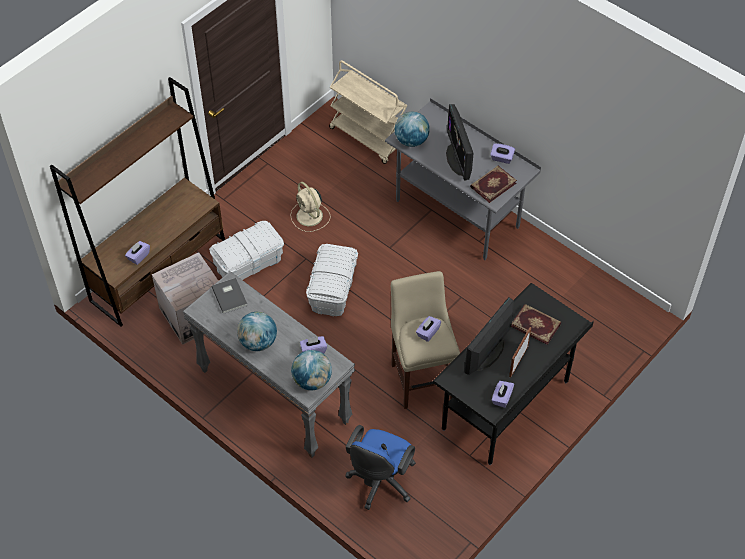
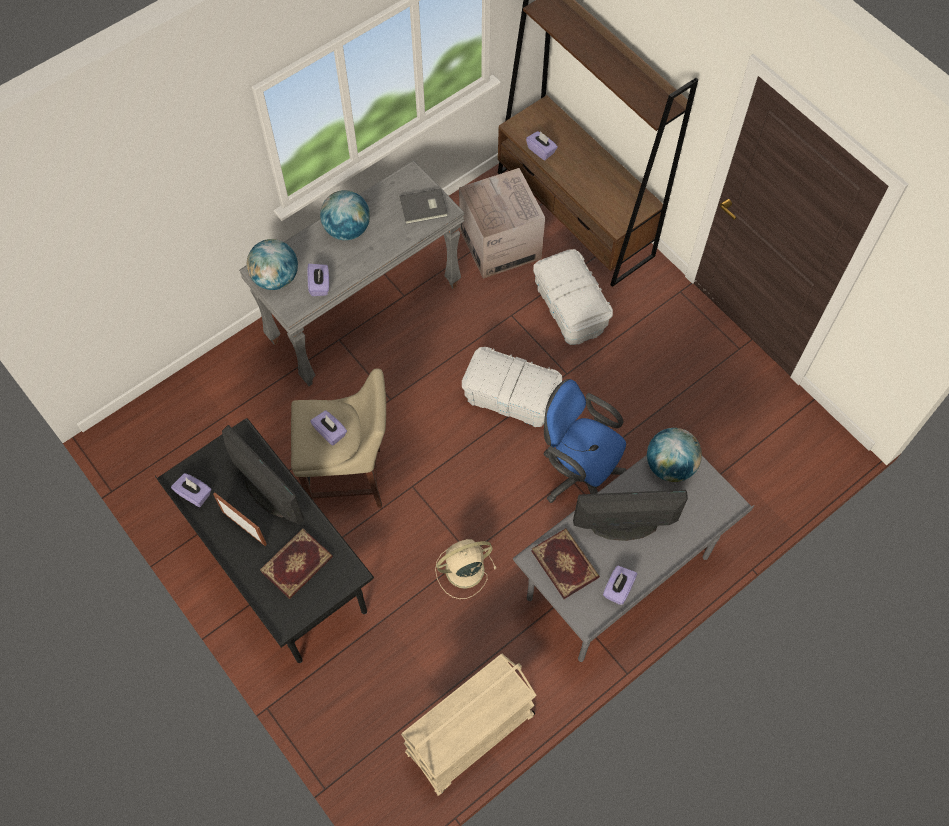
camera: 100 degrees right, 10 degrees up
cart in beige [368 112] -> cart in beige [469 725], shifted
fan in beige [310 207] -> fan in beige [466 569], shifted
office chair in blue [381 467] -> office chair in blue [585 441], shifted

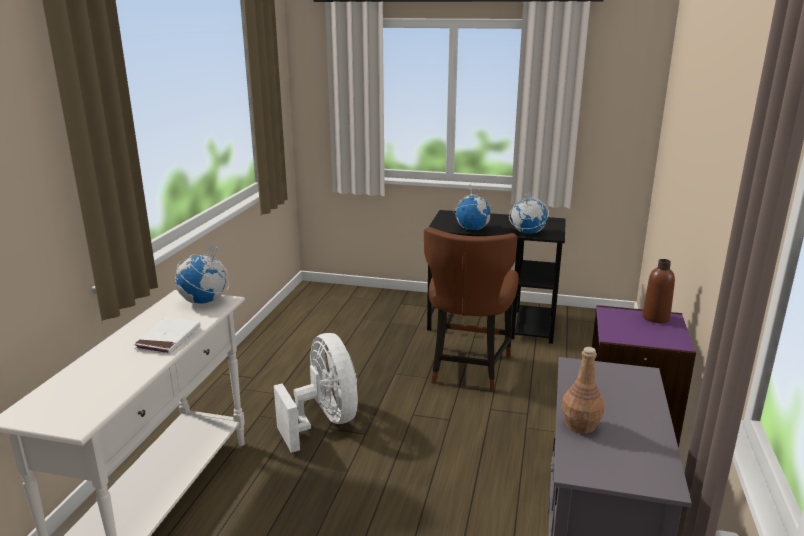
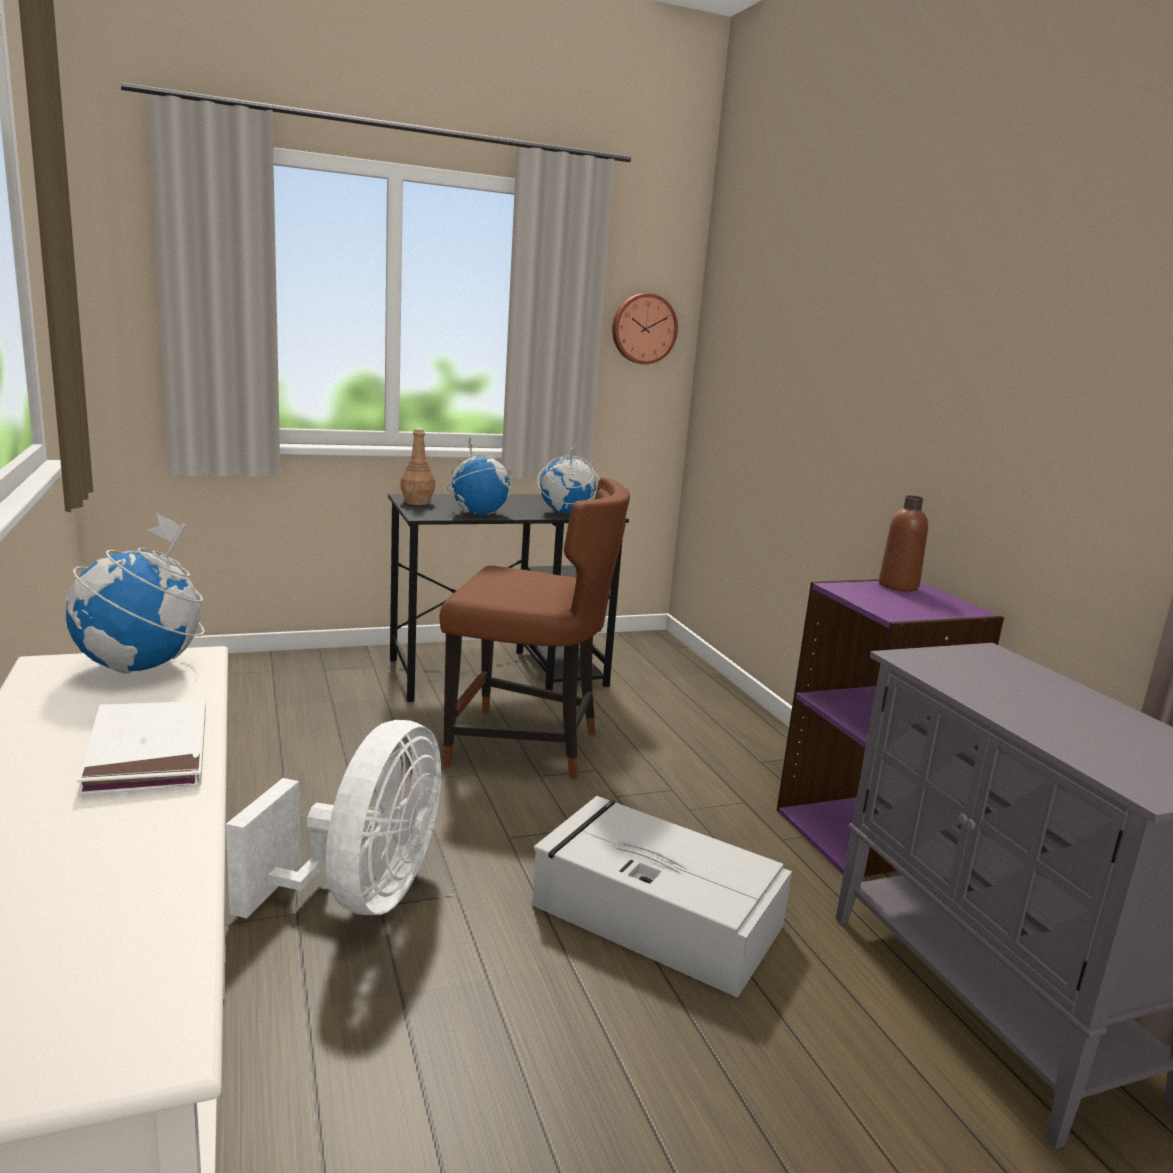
camera: 35 degrees left, 5 degrees down
fan in white [316 393] -> fan in white [333 819], 75 degrees clockwise
bottle in brown [583 390] -> bottle in brown [417 466], shifted
chair in brown [471 309] -> chair in brown [535 628], 60 degrees counterclockwise
none -> storage box in grey [662 897]
none -> wall clock [645 328]

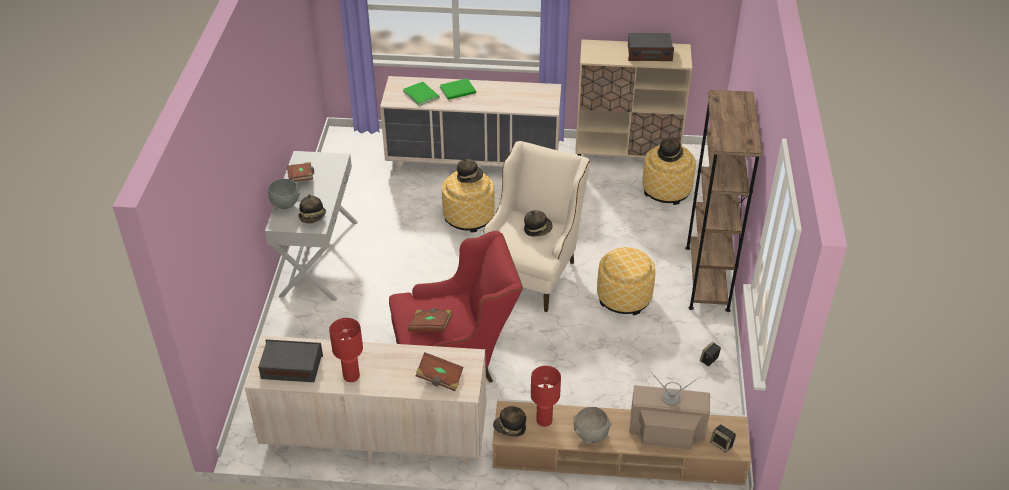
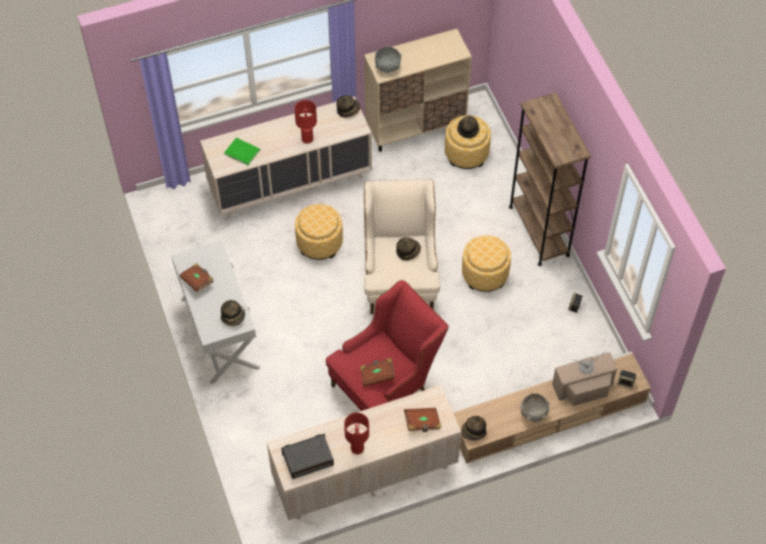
camera: 25 degrees left, 15 degrees up
table lamp in red [546 396] -> table lamp in red [305 122], shifted
hat [470 171] -> hat [348 106], shifted
bowl in grey [283 194] -> bowl in grey [388 60], shifted
book in green [458 89] -> none
radio [651 47] -> none

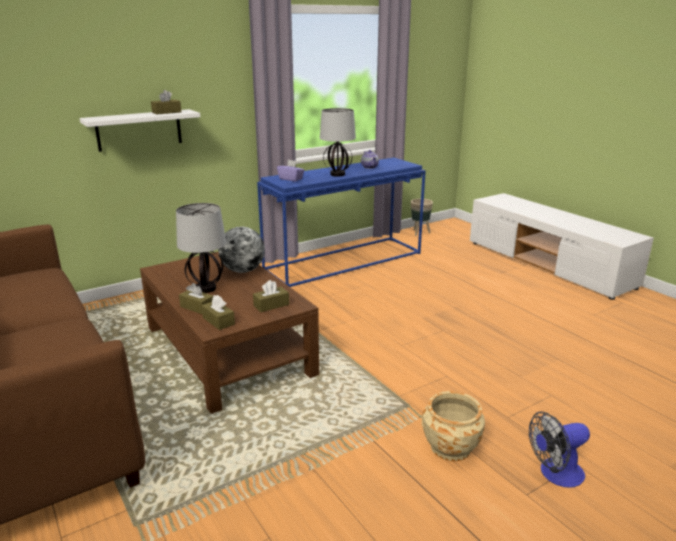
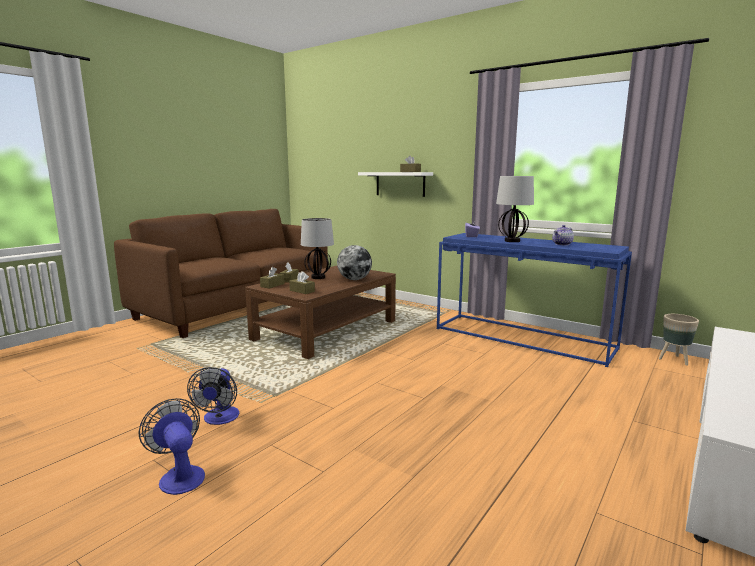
camera: 70 degrees right, 10 degrees down
planter in beige [453 426] -> fan [213 396]

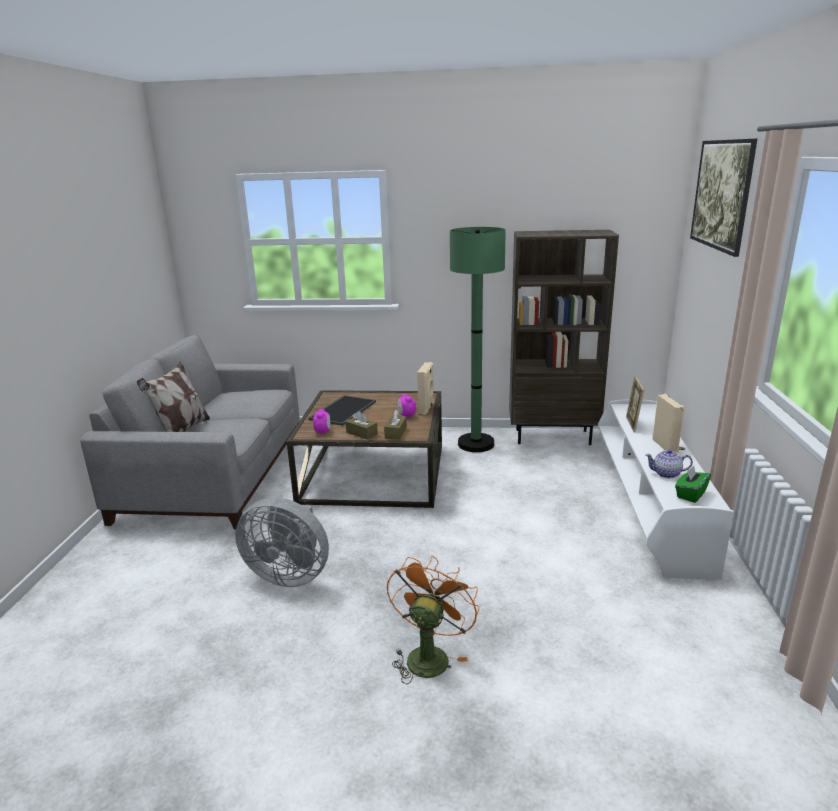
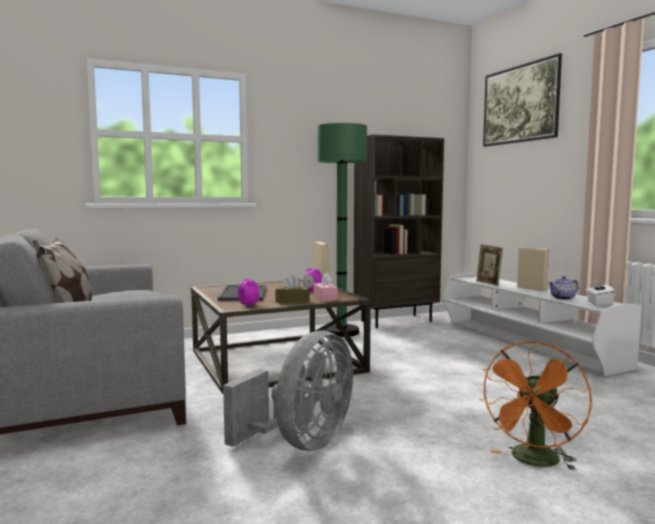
camera: 30 degrees left, 15 degrees down
fan in grey [282 542] -> fan in grey [288 391], 45 degrees counterclockwise
tissue box in brown [395 425] -> tissue box in pink [326 286]
fan in orange [433 620] -> fan in orange [535 406], 135 degrees counterclockwise
tissue box in green [693 484] -> tissue box in white [600 293]

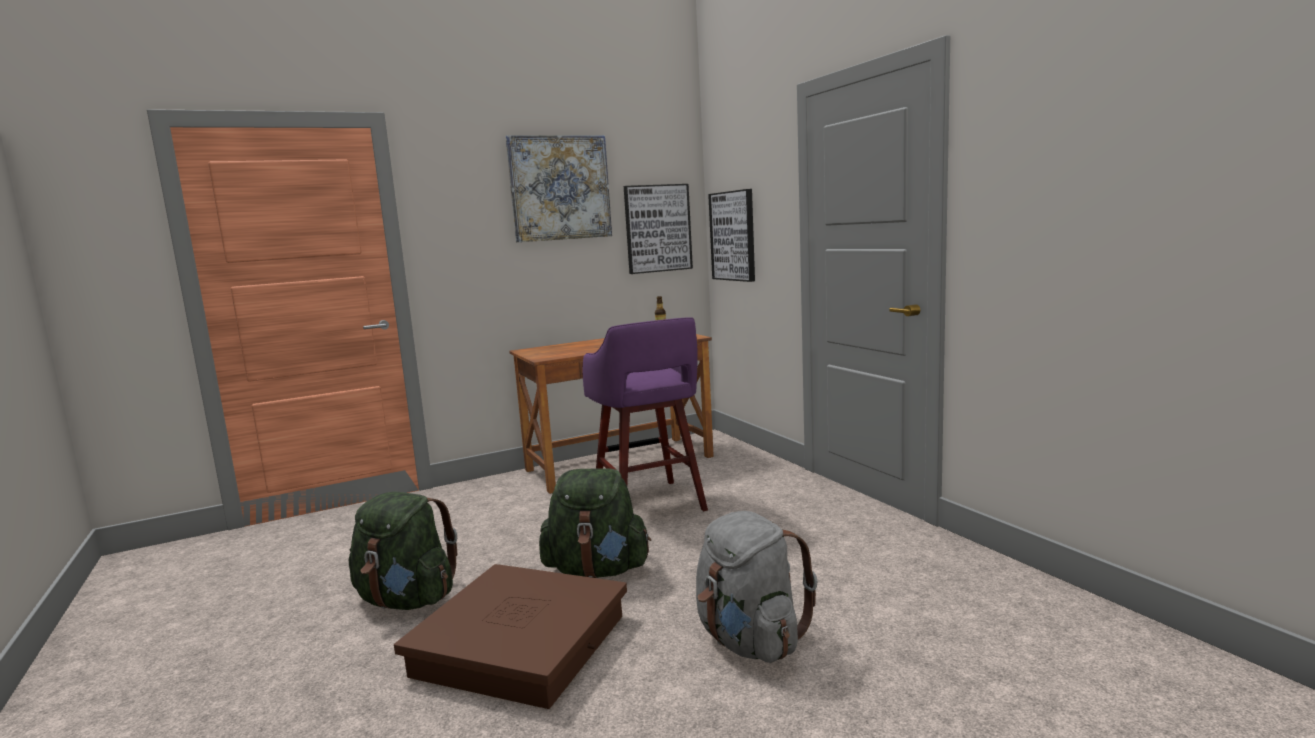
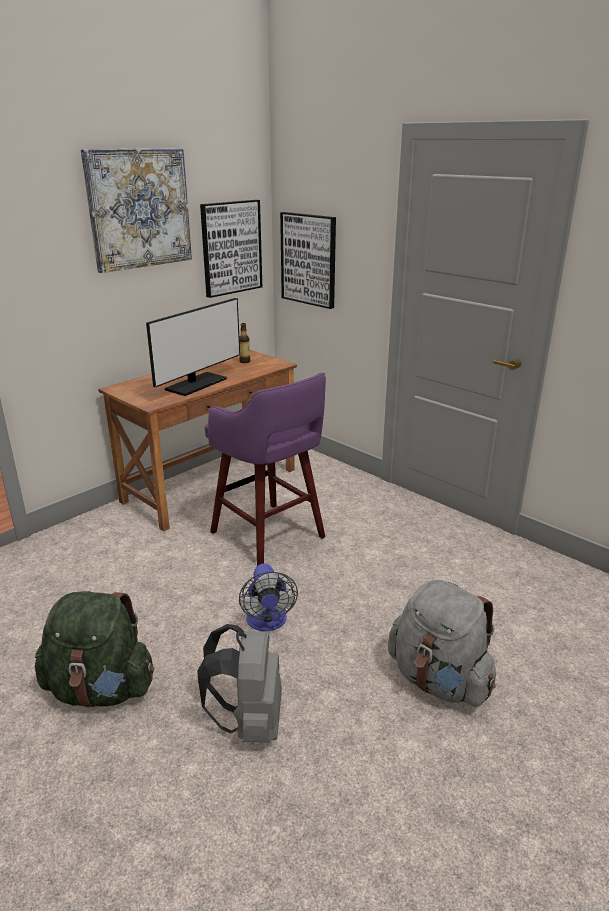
camera: 20 degrees left, 15 degrees up
none -> monitor [193 347]
storage box in brown [510 636] -> backpack in grey [239 683]
backpack in green [595 523] -> fan [268 597]

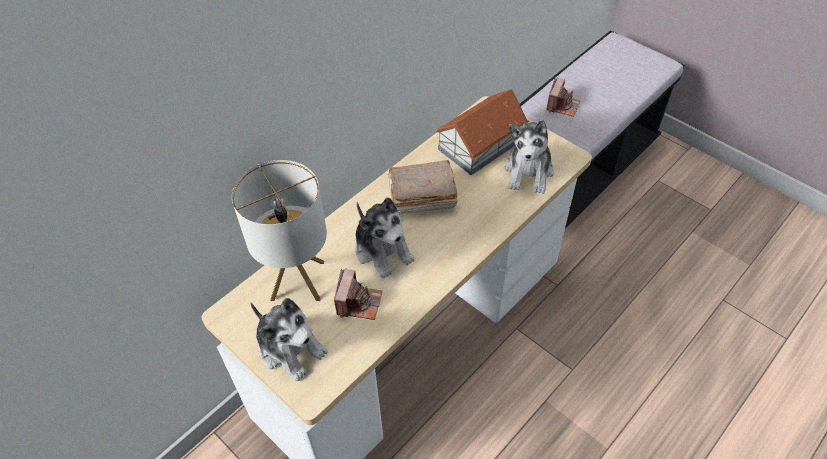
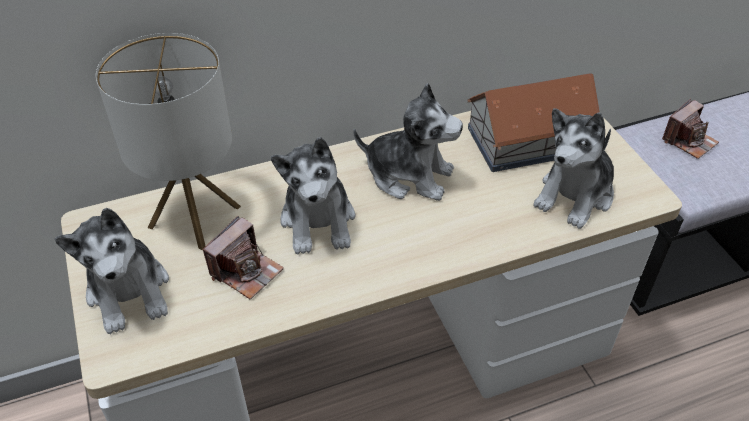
camera: 25 degrees right, 5 degrees down
book in brown [422 187] -> plush toy [408 142]

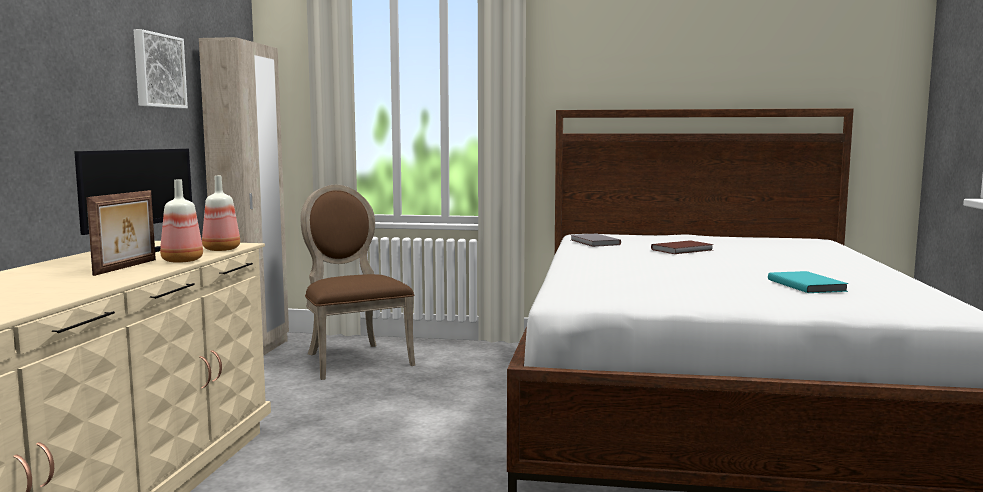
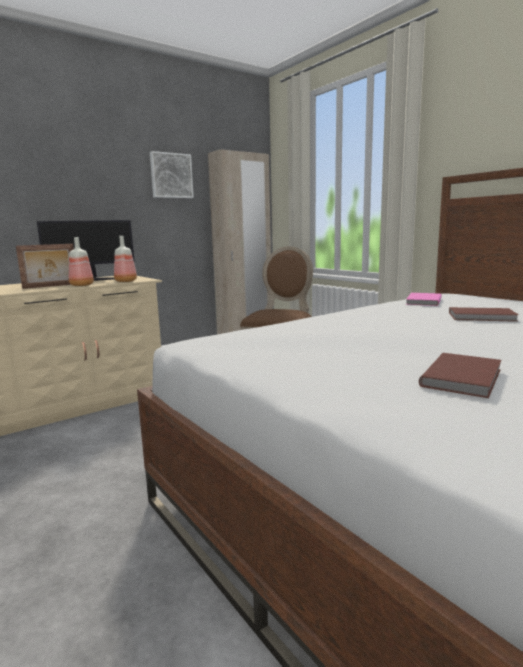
camera: 45 degrees right, 5 degrees up
book in grey [596 240] -> book in pink [424 299]
book in turquoise [808 282] -> book in brown [460 375]

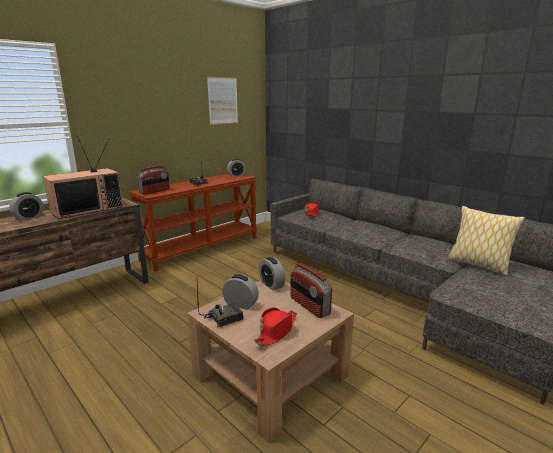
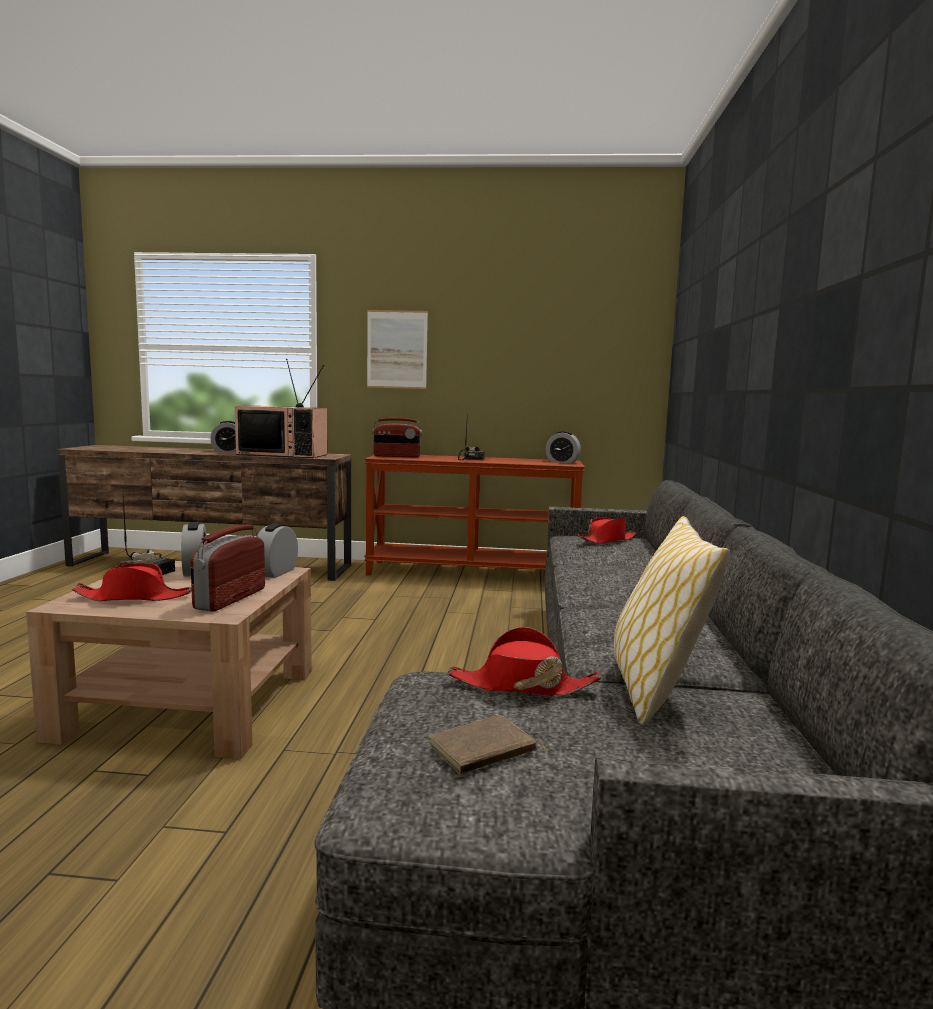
camera: 50 degrees right, 10 degrees down
picture [222 101] -> picture [397 349], shifted
none -> book in brown [488 744]
none -> hat in red [524 661]

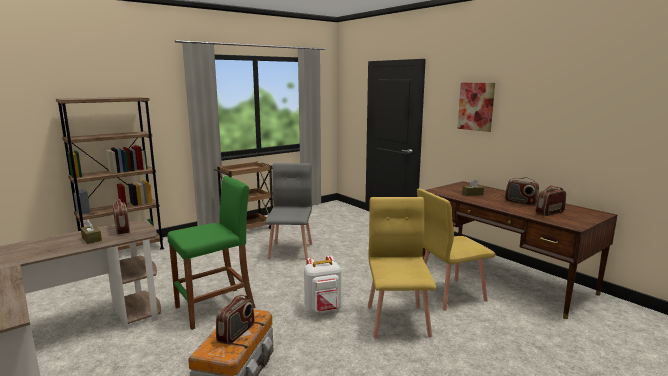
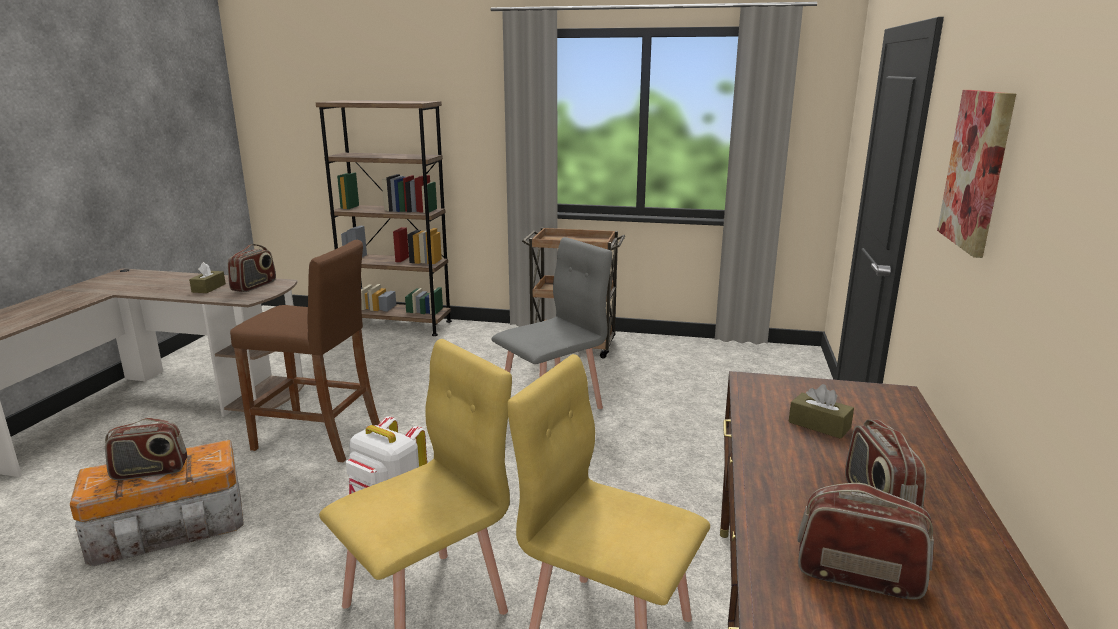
camera: 50 degrees right, 5 degrees up
stool in green [211 253] -> stool in brown [305 351]

